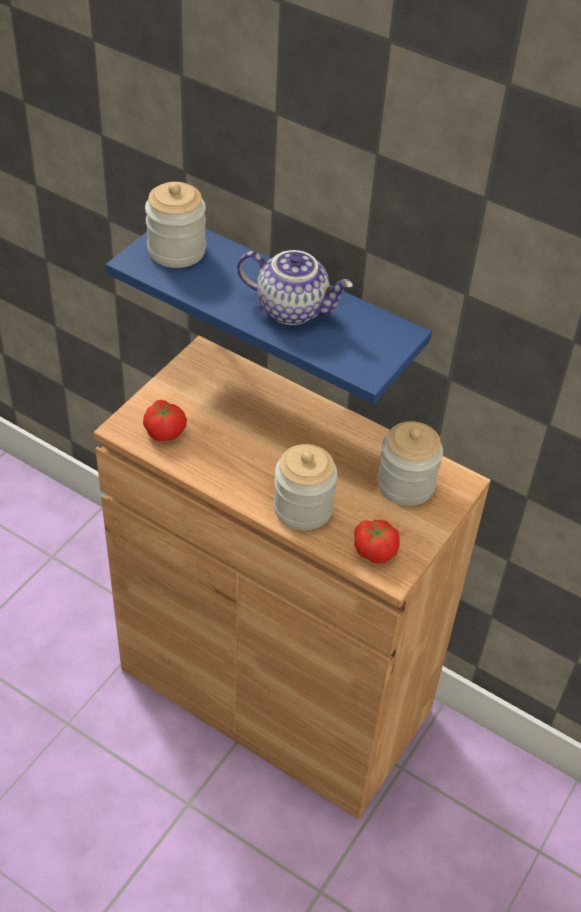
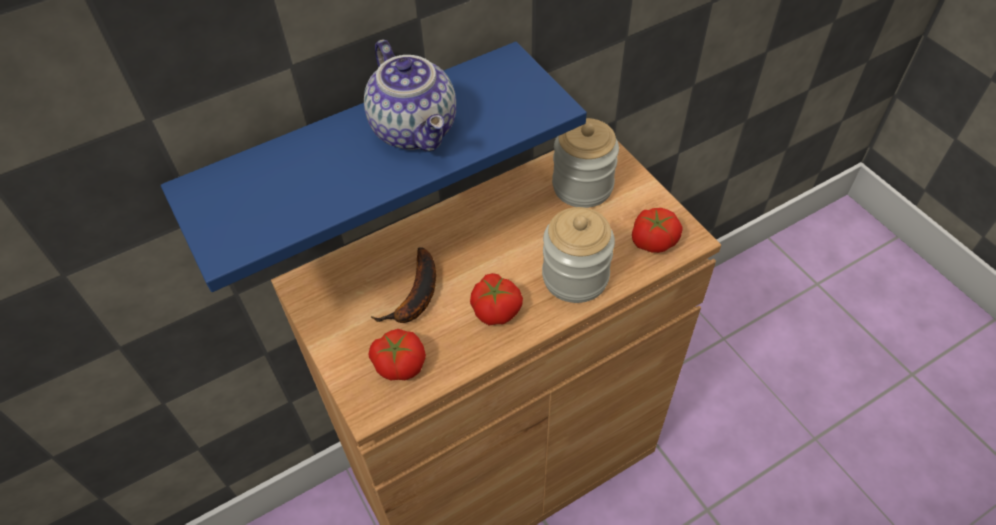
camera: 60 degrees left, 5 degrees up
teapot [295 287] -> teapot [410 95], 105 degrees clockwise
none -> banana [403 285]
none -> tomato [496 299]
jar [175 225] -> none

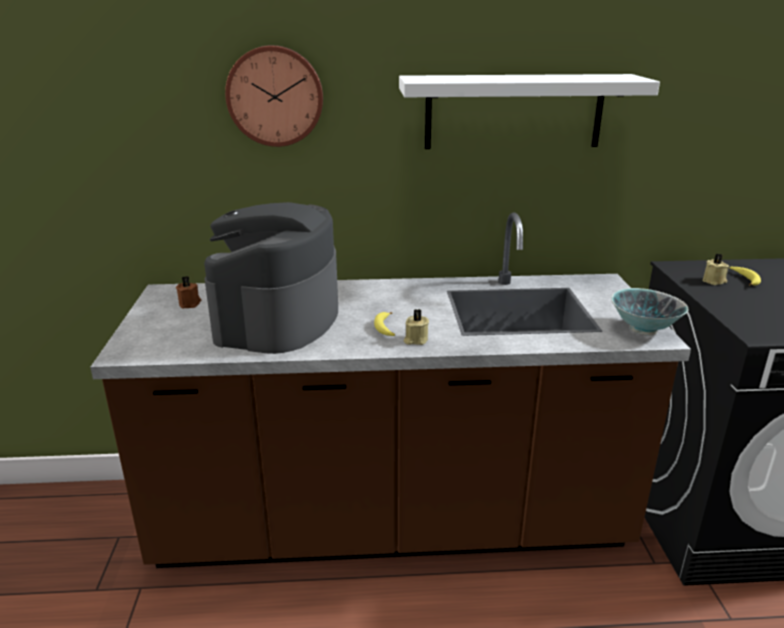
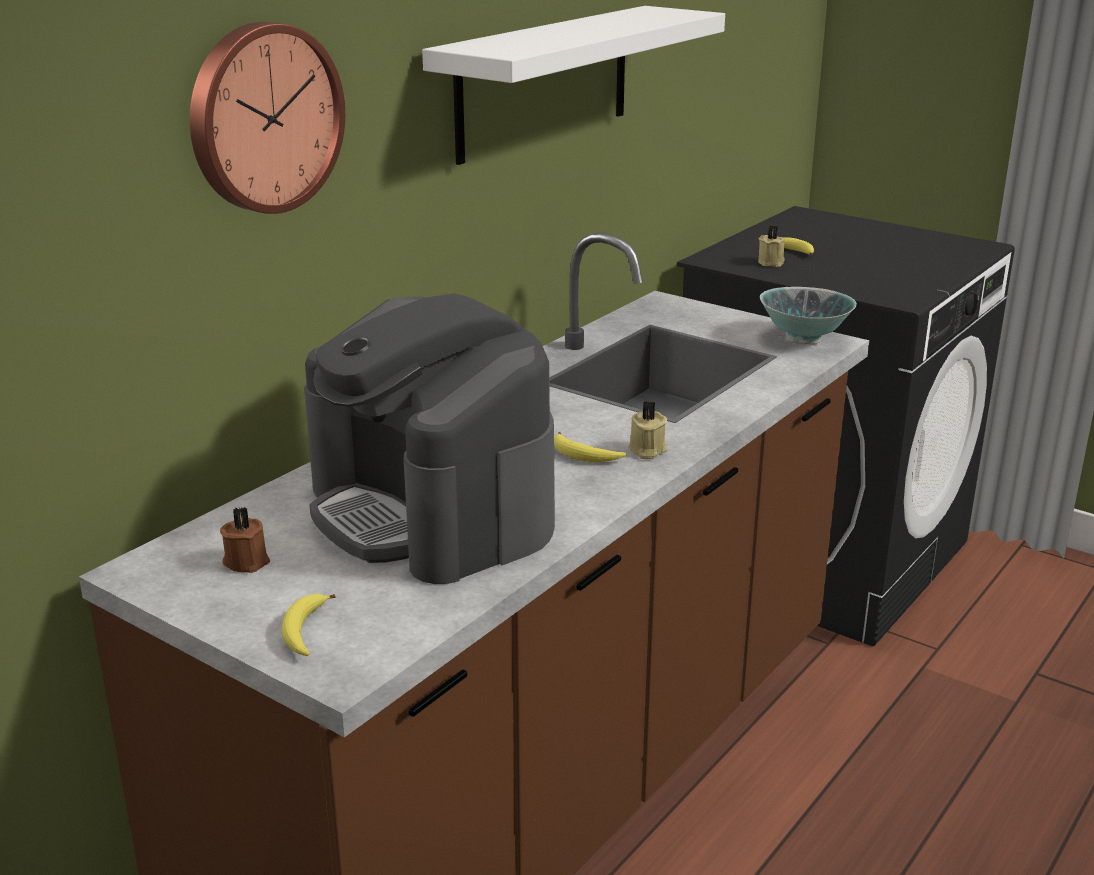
camera: 50 degrees left, 0 degrees up
none -> banana [308 625]

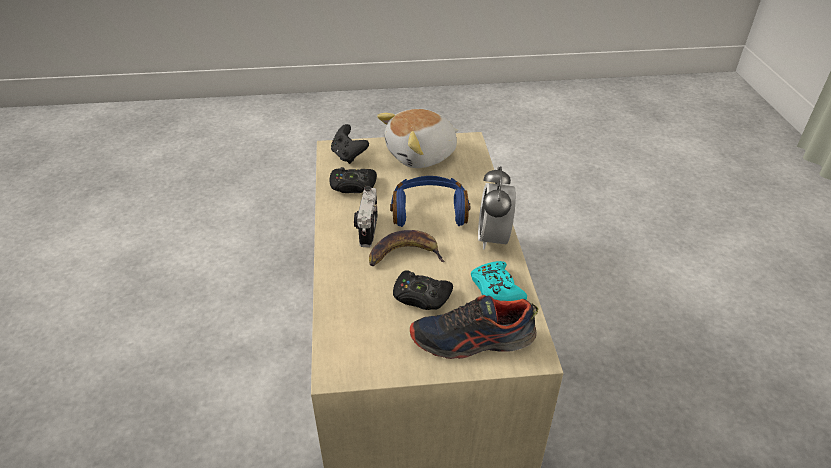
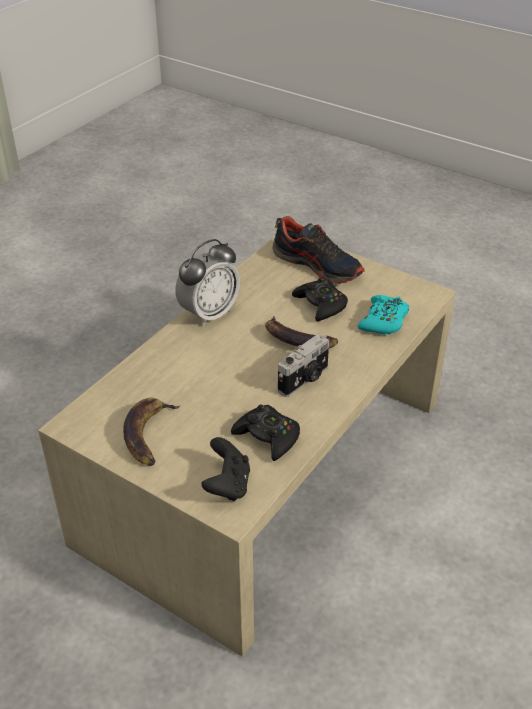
camera: 140 degrees left, 0 degrees up
plush toy [418 138] -> banana [152 432]
game controller in turquoise [499 281] -> game controller in turquoise [383 315], shifted
headphones in blue [430 201] -> none

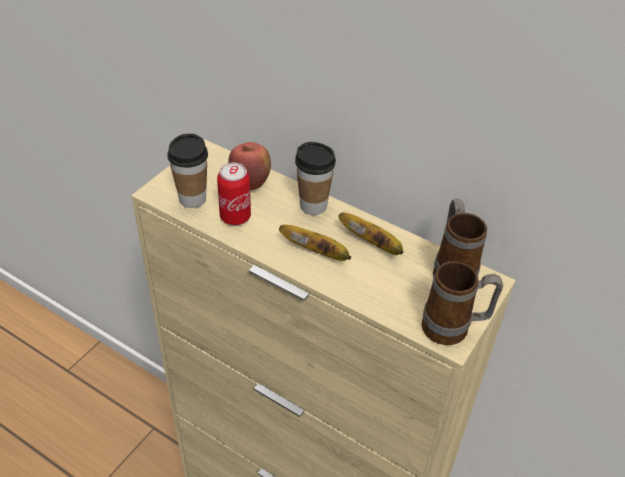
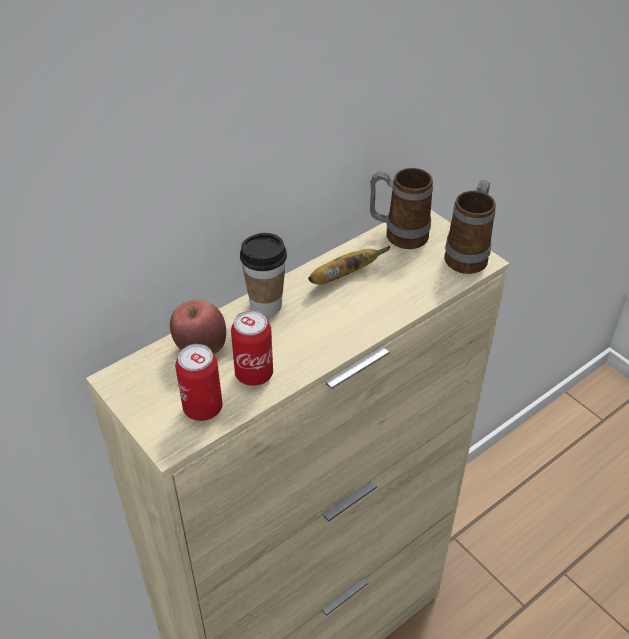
camera: 70 degrees left, 0 degrees up
cup [187 171] -> can [199 382]
banana [315 243] -> none

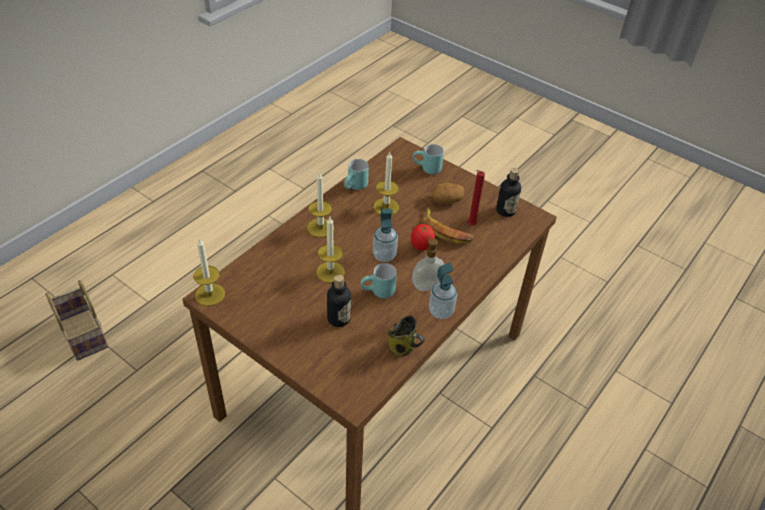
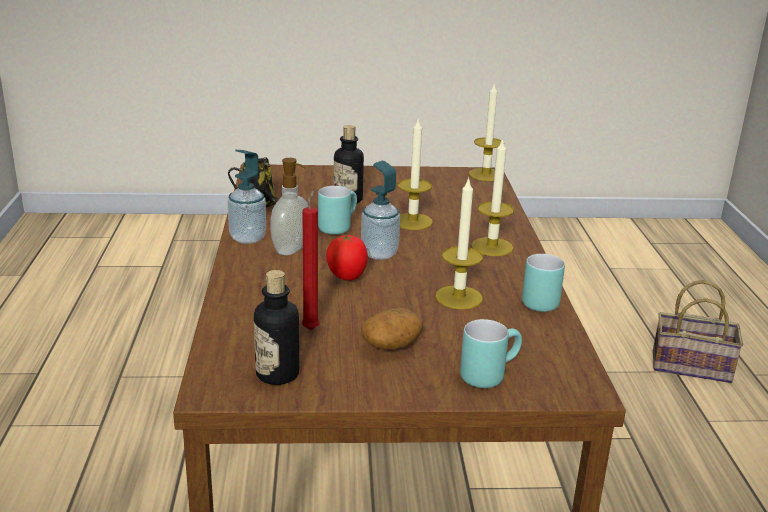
camera: 140 degrees right, 20 degrees down
banana [449 225] -> none

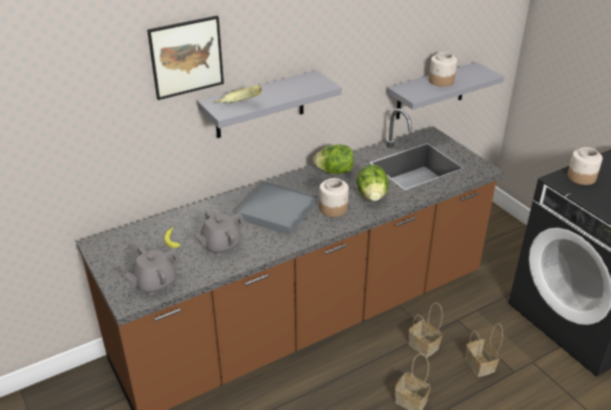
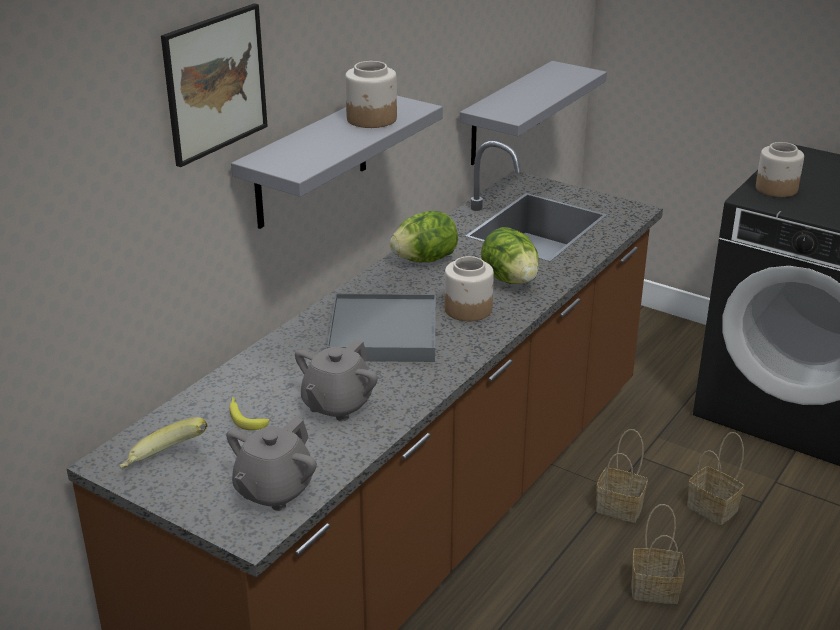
camera: 25 degrees left, 5 degrees down
banana [238 94] -> banana [163 442], shifted
jar [443 69] -> jar [371 94], shifted

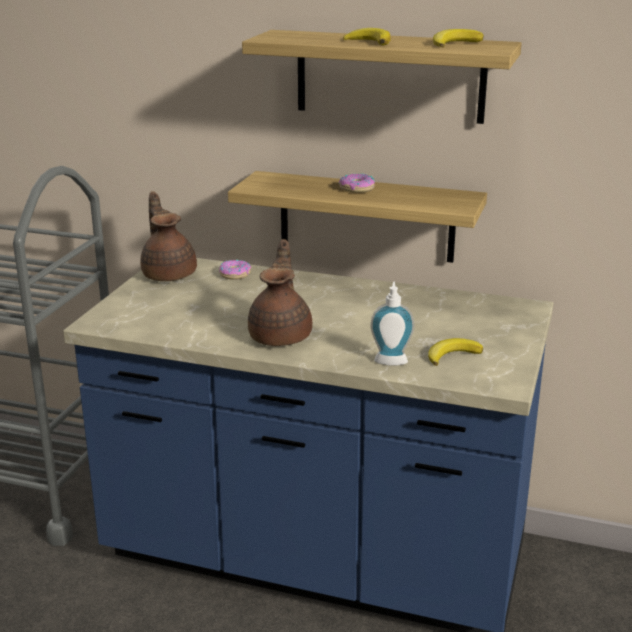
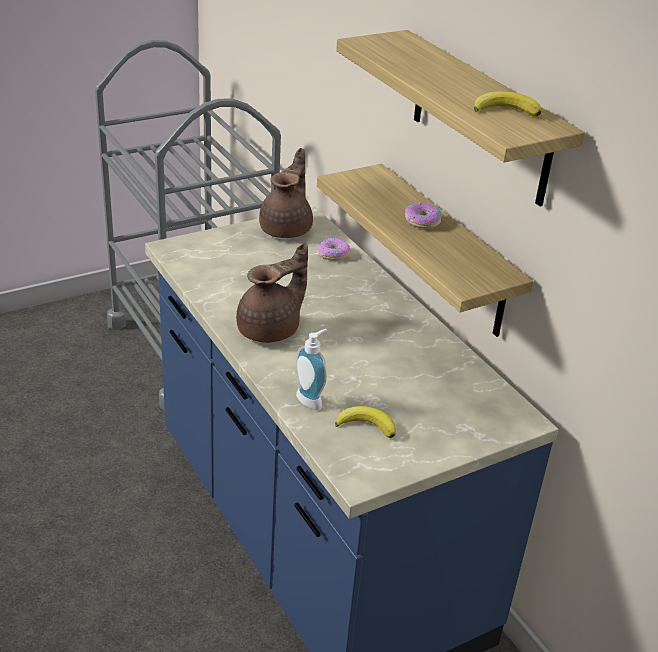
camera: 40 degrees right, 10 degrees up
banana [367 36] -> none

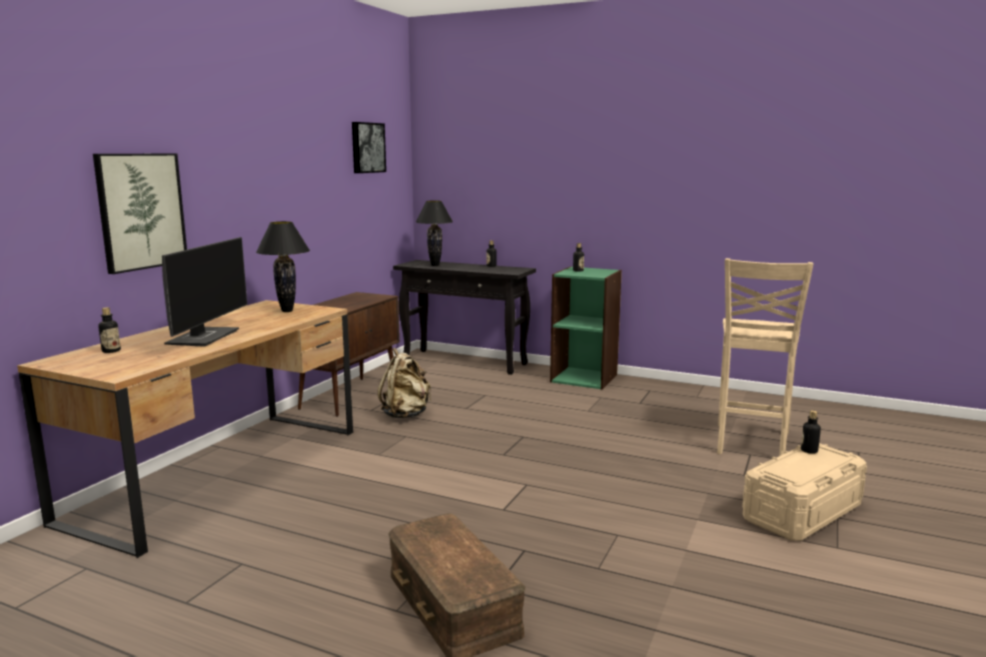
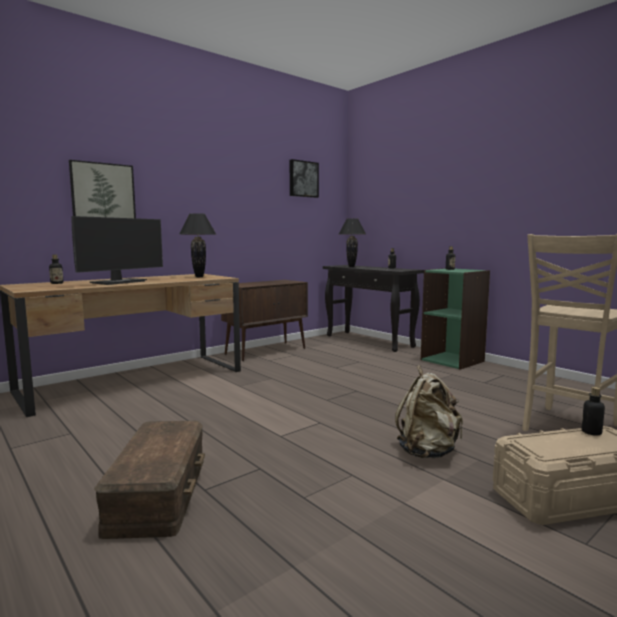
camera: 25 degrees right, 5 degrees down
backpack in beige [404 383] -> backpack in beige [429 411], shifted

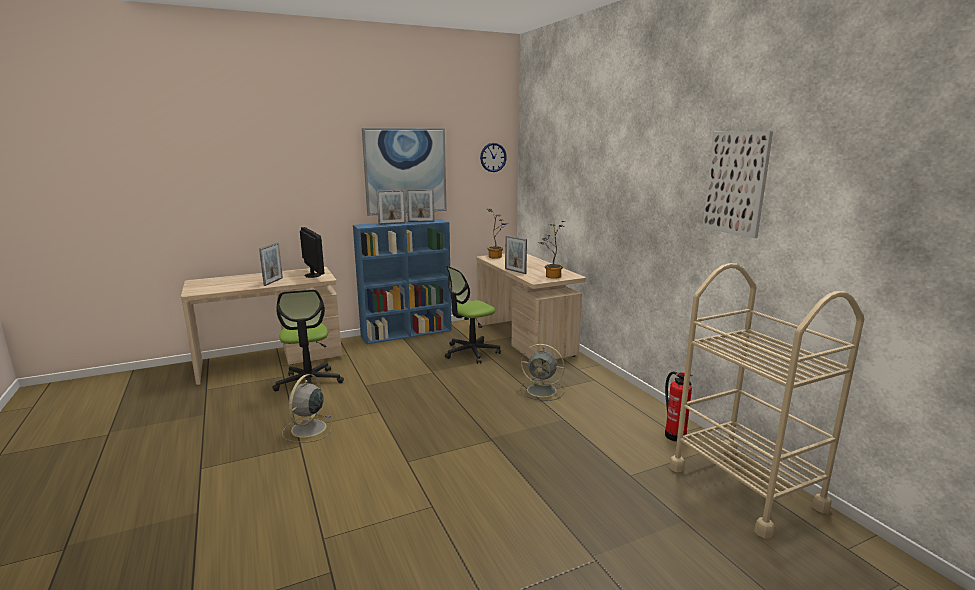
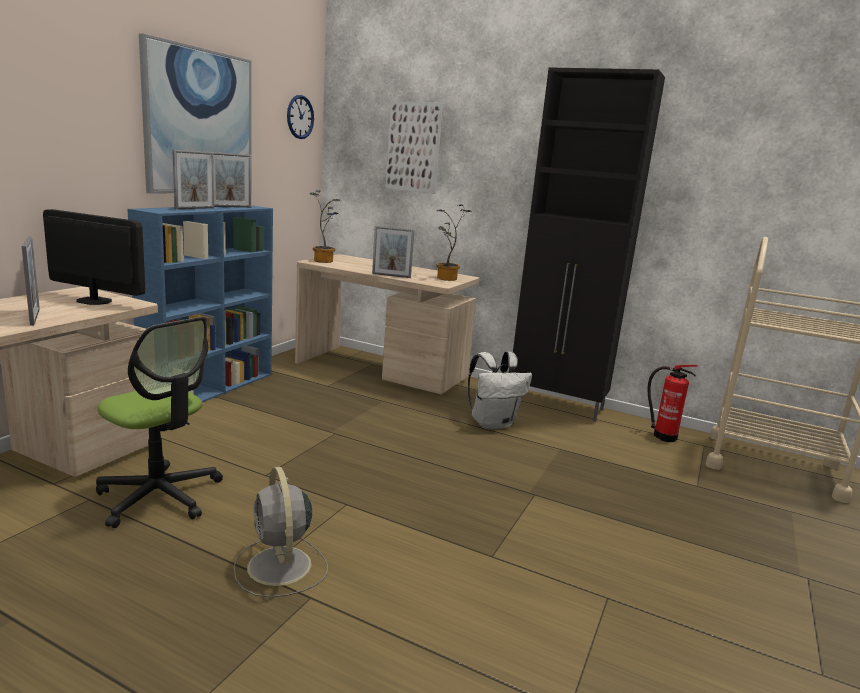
camera: 40 degrees left, 0 degrees up
picture [737 184] -> picture [414 147], shifted
fan in grey [542 372] -> backpack in white [500 390]
none -> cabinet in black [589 244]
office chair [473 314] -> none

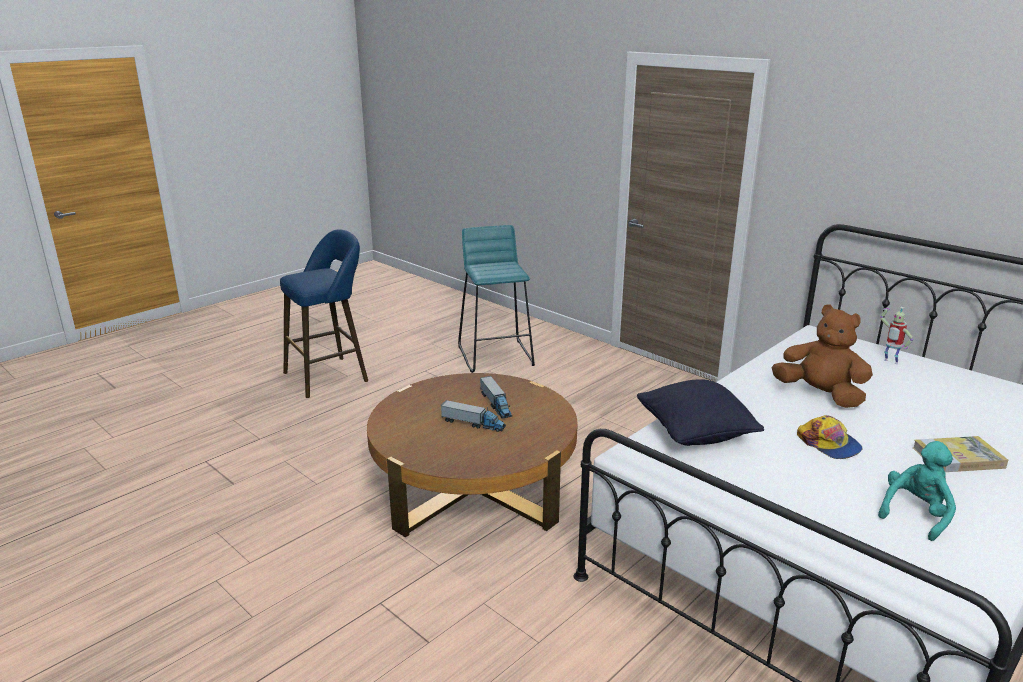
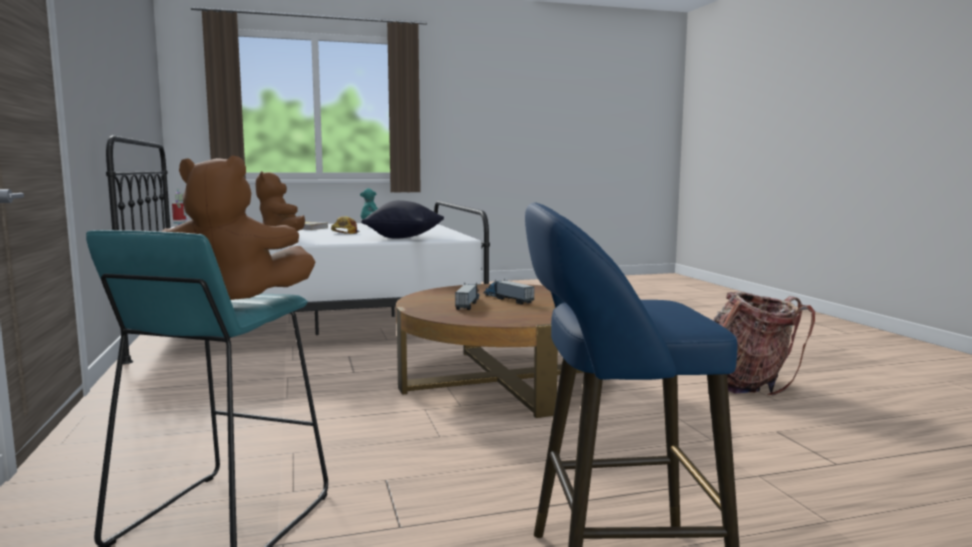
camera: 150 degrees left, 15 degrees down
none -> plush toy in brown [238 227]
none -> backpack [764 343]

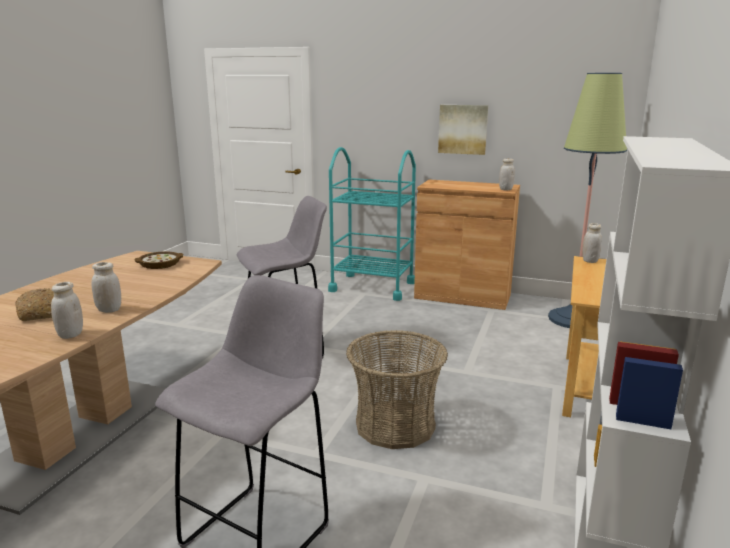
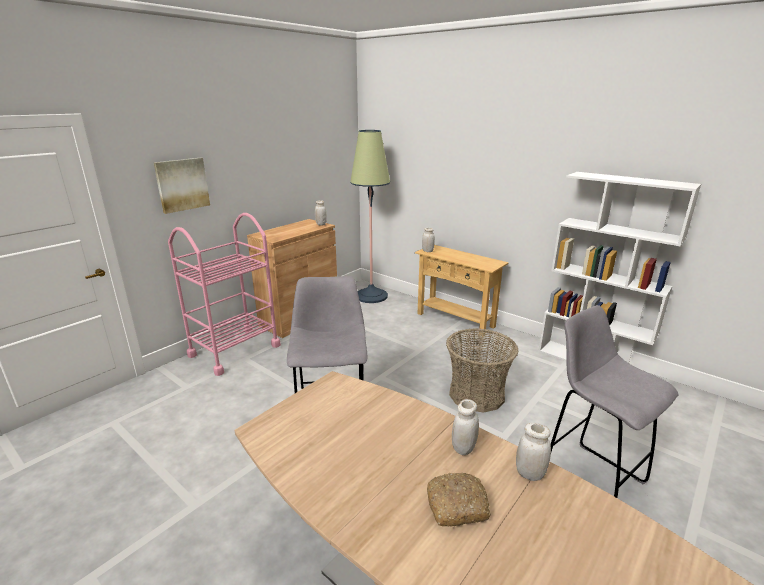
camera: 70 degrees left, 5 degrees up
picture [463 130] -> picture [182 185], shifted
cart in turquoise [372 224] -> cart in pink [224 294]
bowl [158 260] -> none

